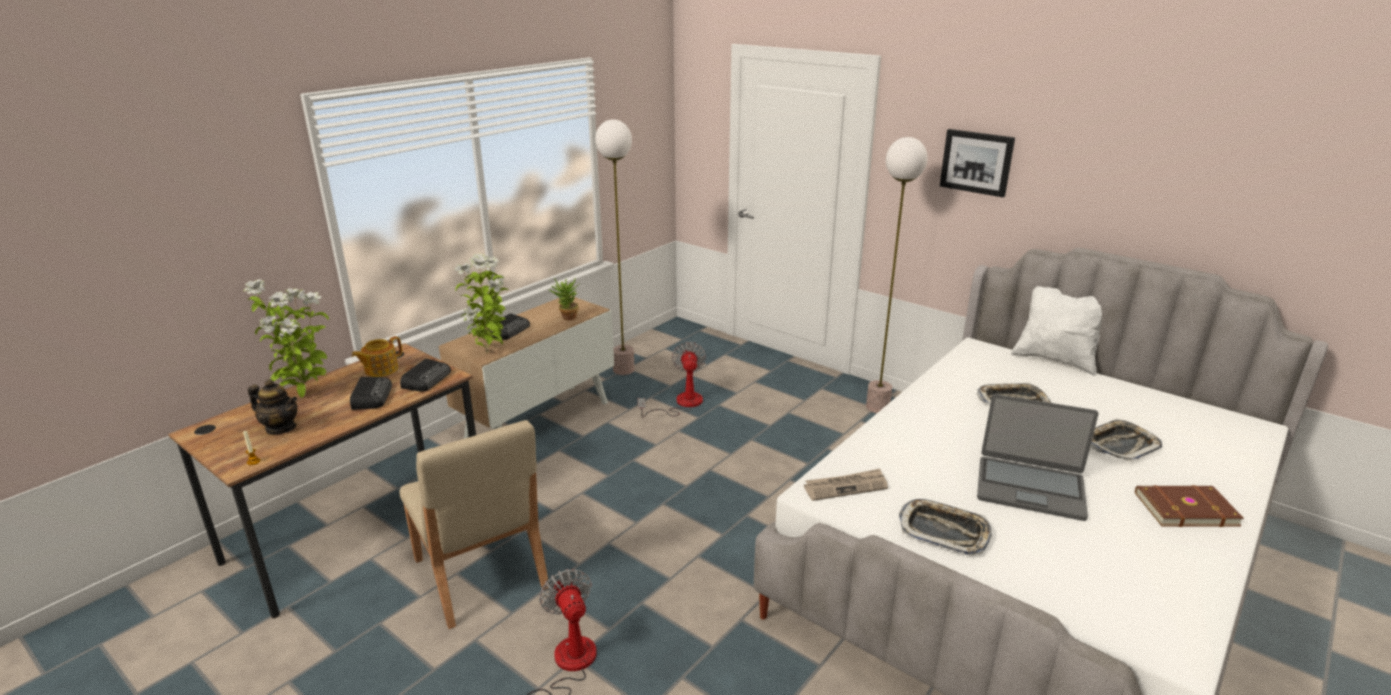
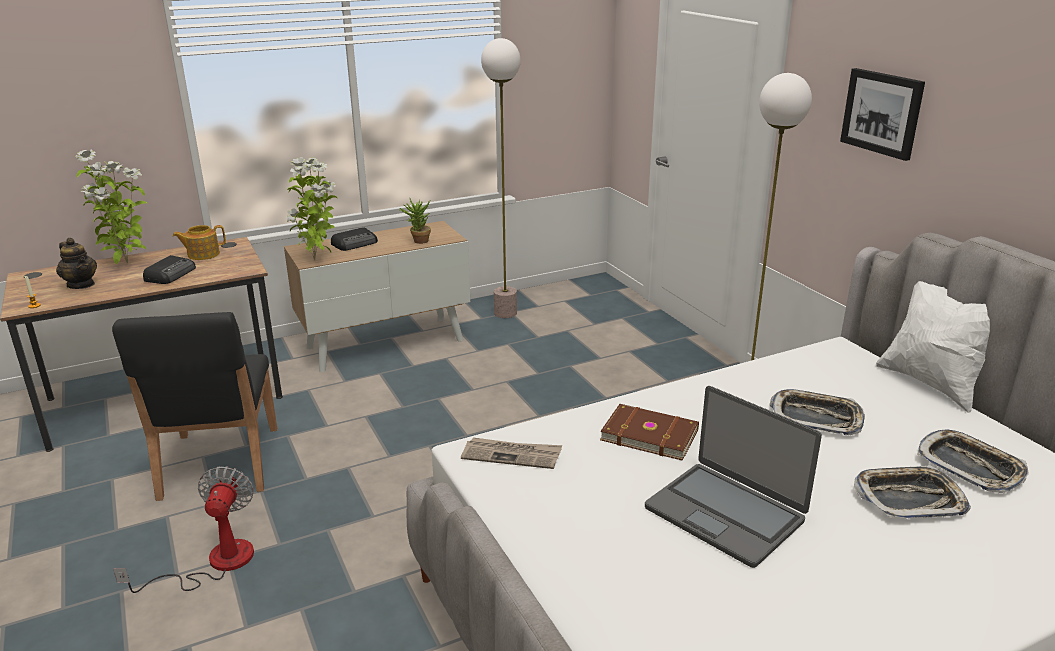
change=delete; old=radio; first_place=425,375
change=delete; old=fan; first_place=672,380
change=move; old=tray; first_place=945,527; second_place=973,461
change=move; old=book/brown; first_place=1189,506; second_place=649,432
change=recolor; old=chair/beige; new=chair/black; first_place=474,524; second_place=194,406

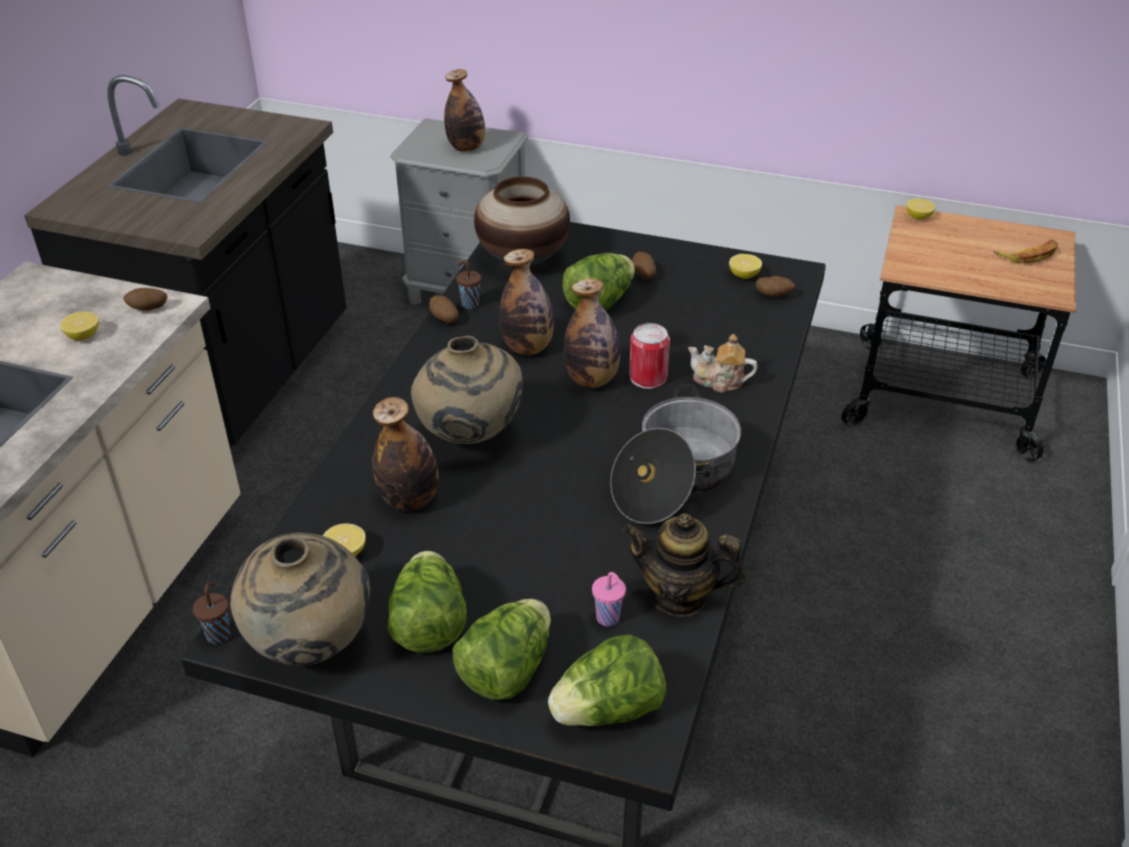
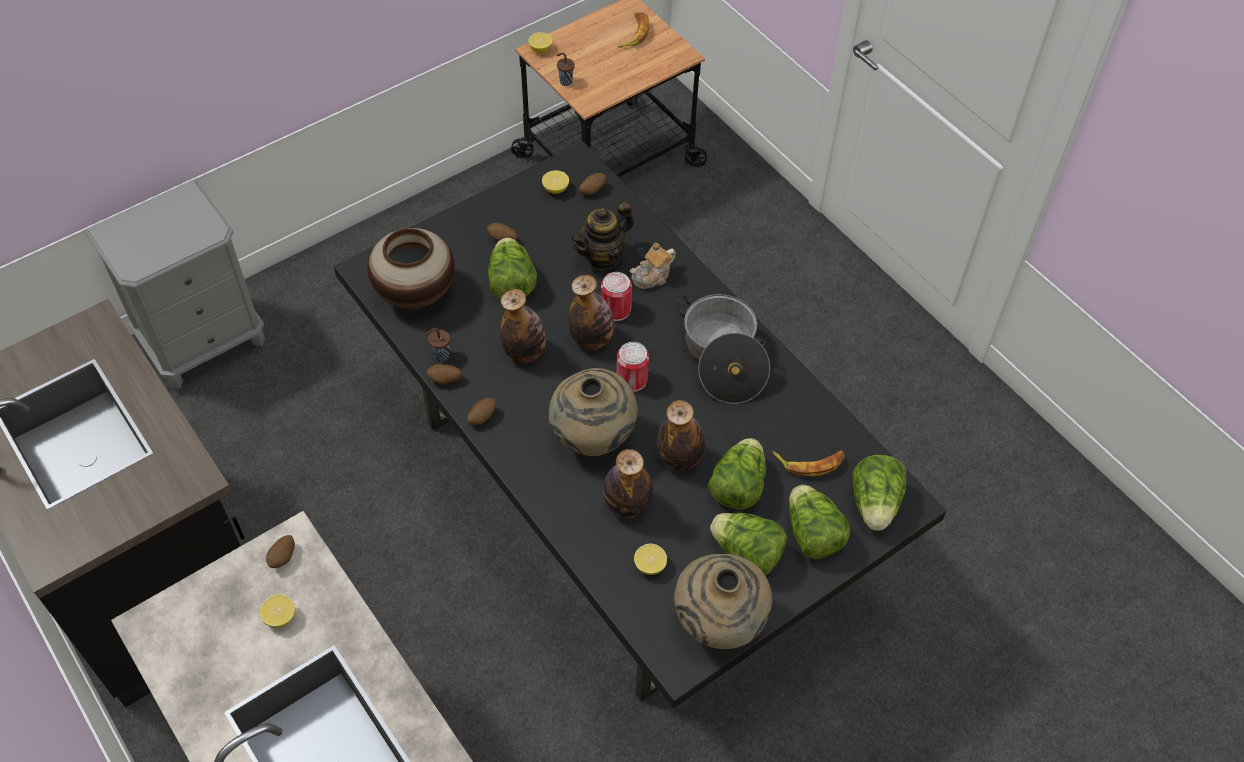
change=insert; new=potato; second_place=481,411
change=insert; new=can; second_place=633,367
change=insert; new=lettuce; second_place=737,473
change=move; old=cup/brown; first_place=211,613; second_place=566,69
change=move; old=bottle; first_place=464,110; second_place=681,435
change=move; old=teapot; first_place=684,565; second_place=602,236
change=replace; old=cup/pink; new=banana; first_place=609,599; second_place=809,463

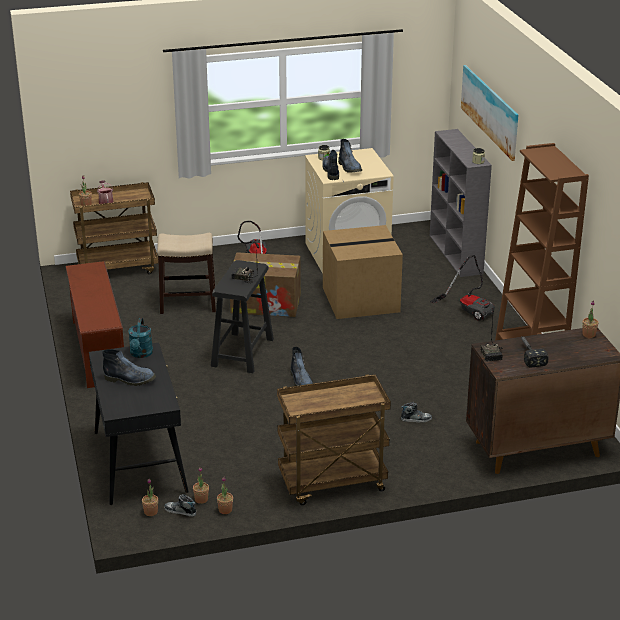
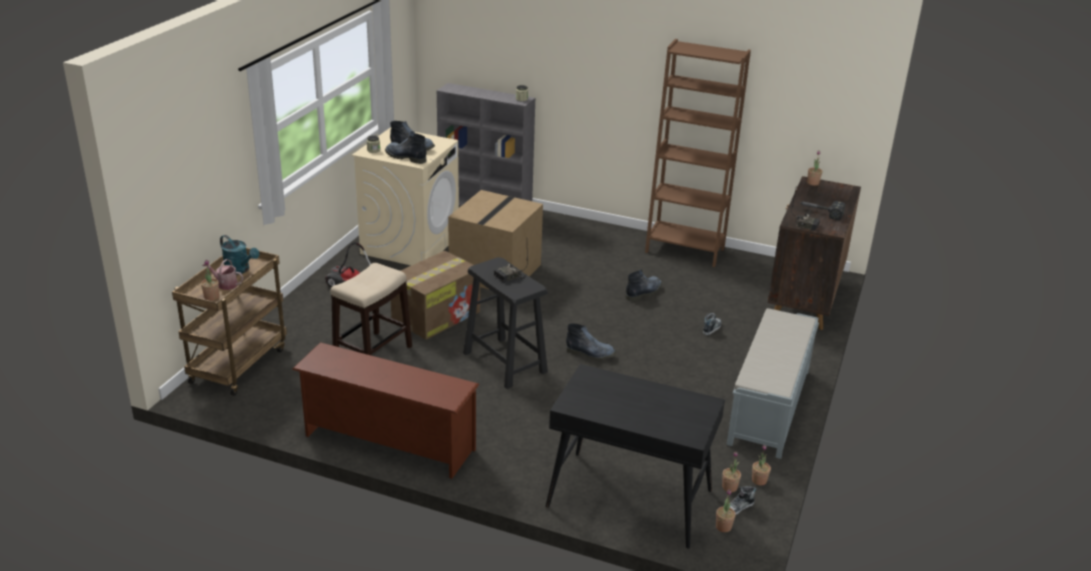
change=delete; old=vacuum cleaner; first_place=462,288
change=delete; old=picture; first_place=490,113
change=move; old=boot; first_place=129,367; second_place=643,285
change=move; old=watering can/turquoise; first_place=140,338; second_place=239,255
change=replace; old=cart/brown; new=bench/grey; first_place=334,439; second_place=773,383

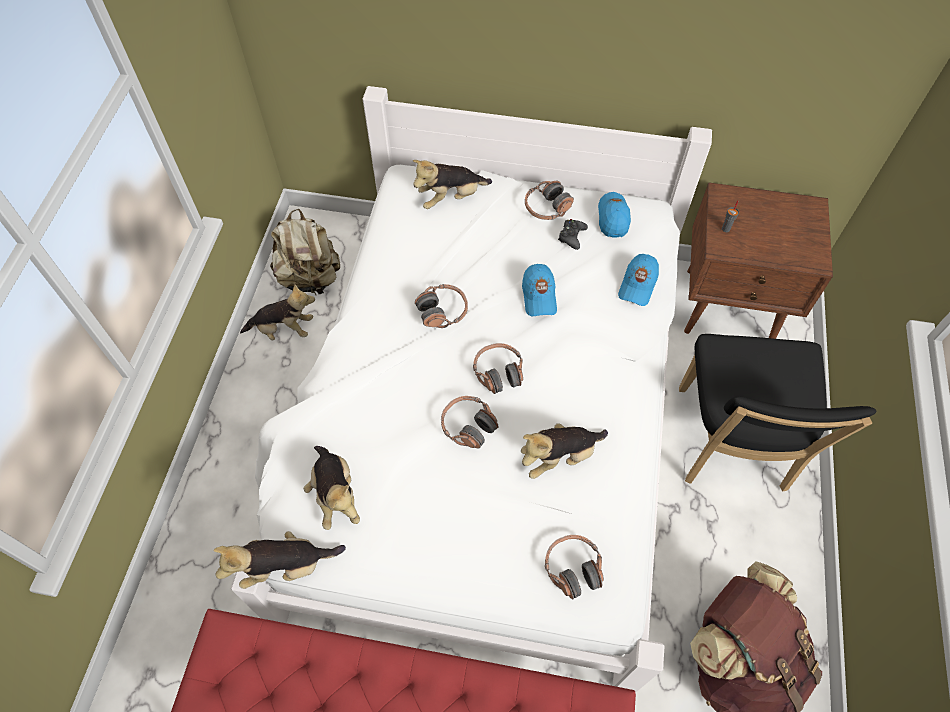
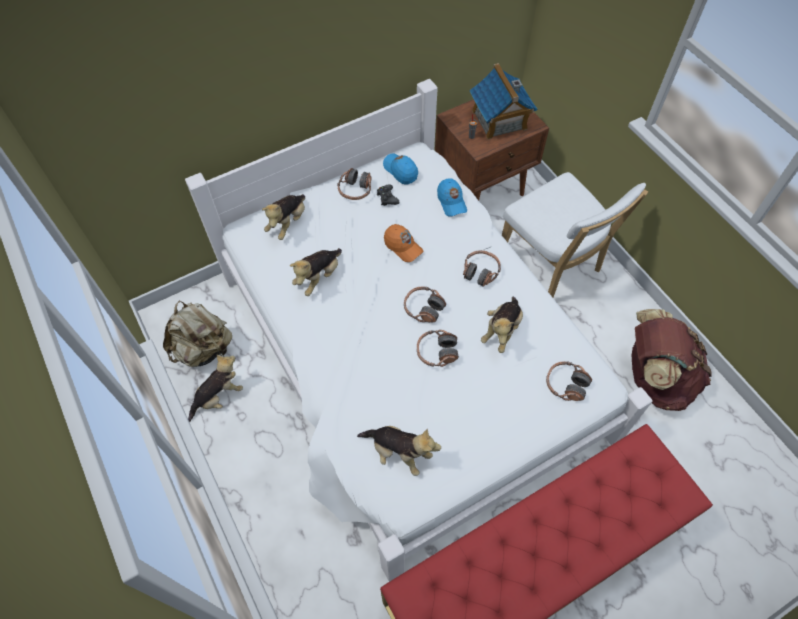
change=insert; new=toy house; second_place=503,101
change=move; old=plush toy; first_place=280,560; second_place=316,272
change=move; old=headphones; first_place=441,306; second_place=482,268
change=recolor; old=cap/blue; new=cap/orange; first_place=539,290; second_place=404,243
change=recolor; old=chair/black; new=chair/white; first_place=777,413; second_place=575,234

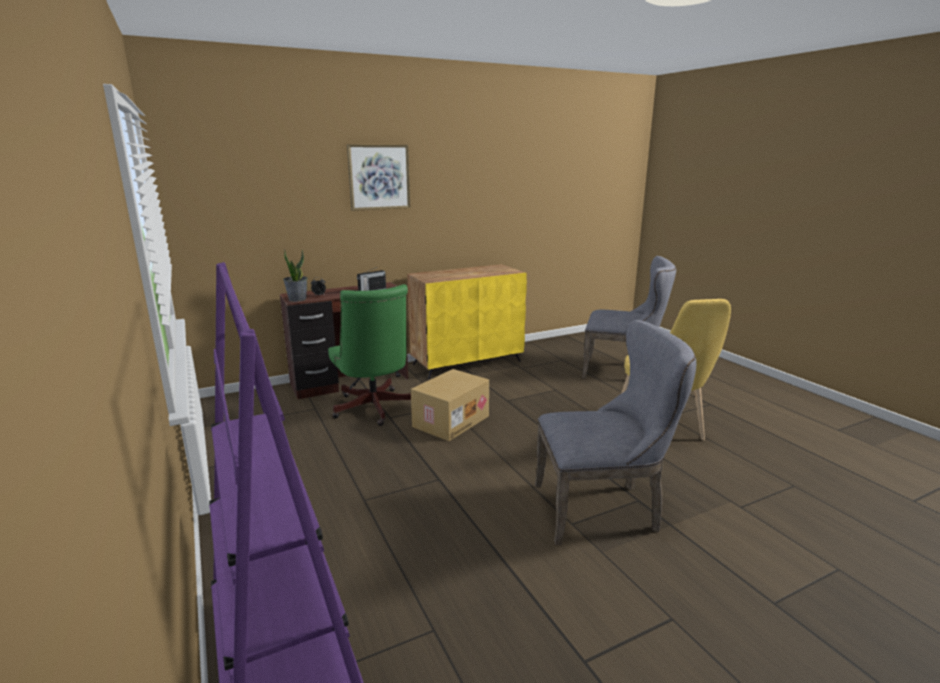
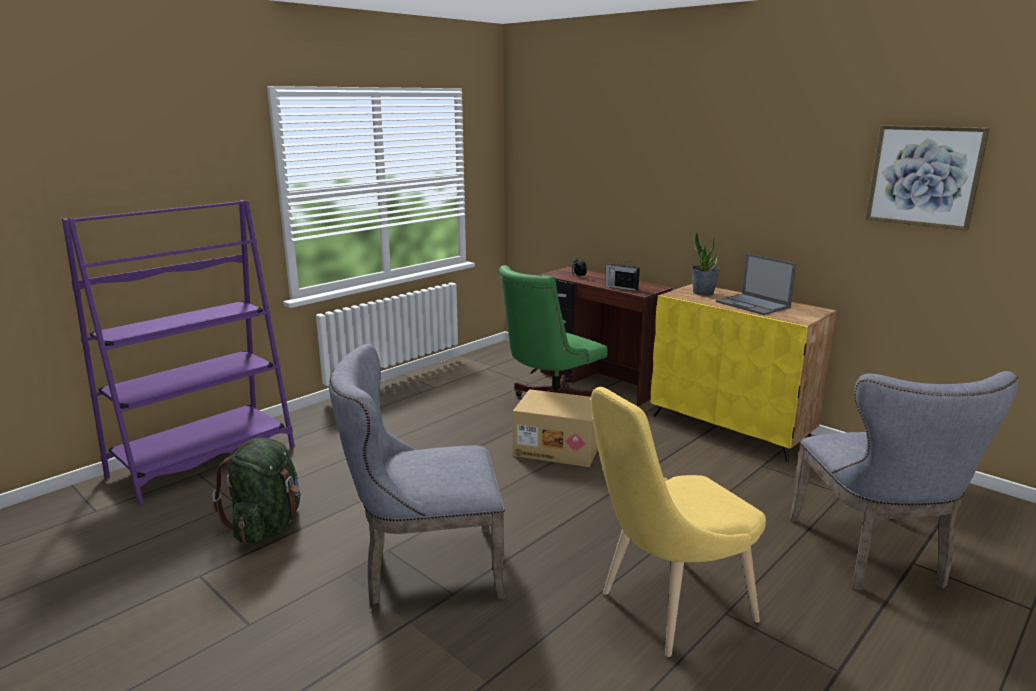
change=insert; new=backpack/green; second_place=256,491
change=insert; new=laptop; second_place=756,284
change=move; old=potted plant; first_place=295,275; second_place=705,263
change=move; old=picture; first_place=378,178; second_place=927,178
change=rotate; old=chair/grey; first_place=615,432; second_place=417,474; degrees=105

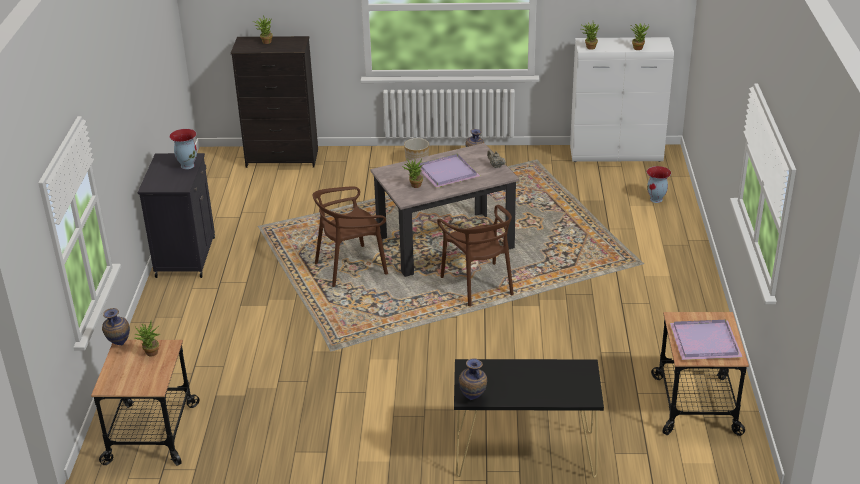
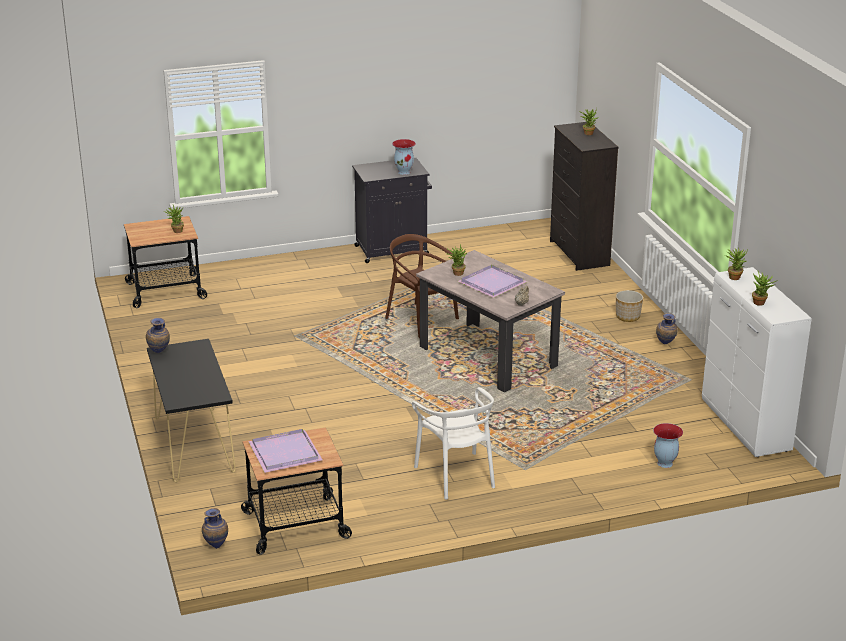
change=delete; old=chair/brown; first_place=475,256
change=insert; new=chair/white; second_place=453,443
change=move; old=vase; first_place=116,327; second_place=215,528

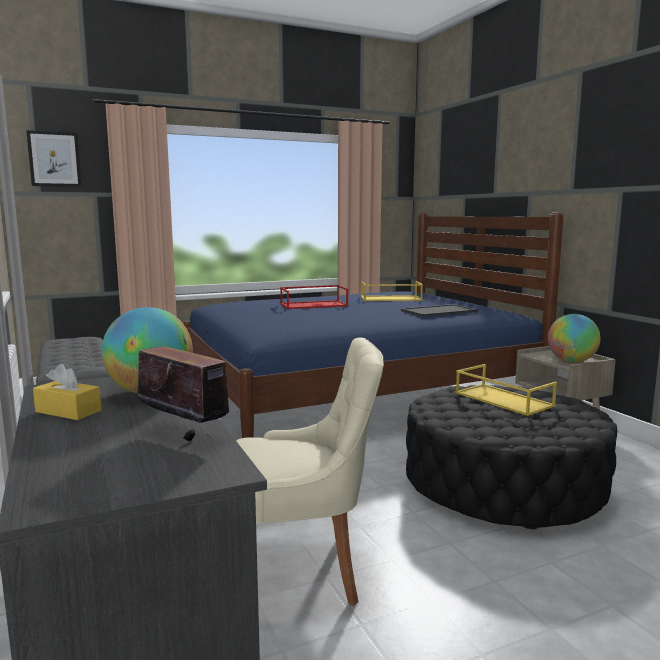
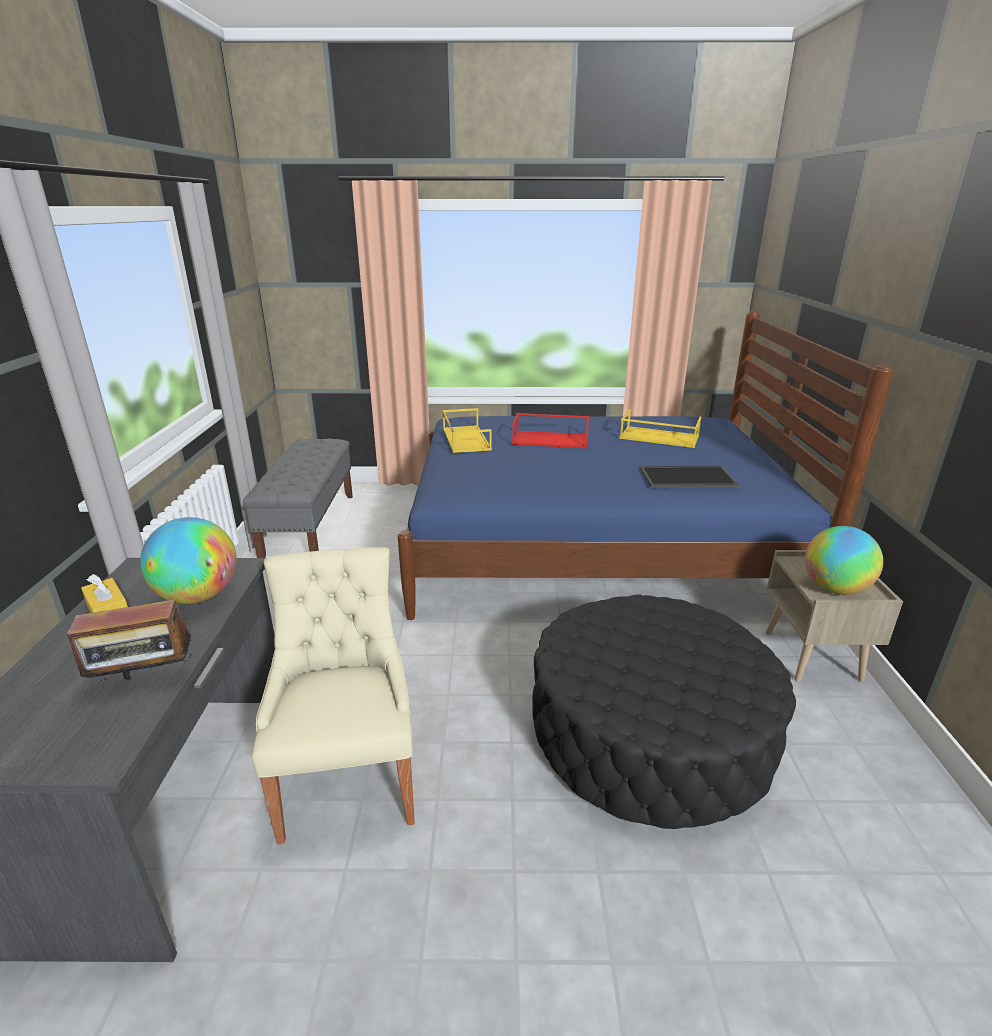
change=delete; old=picture; first_place=54,158
change=move; old=tray/yellow; first_place=506,390; second_place=467,430
change=rotate; old=radio; first_place=182,386; second_place=129,640; degrees=105
change=rotate; old=chair/beige; first_place=310,472; second_place=333,696; degrees=-120

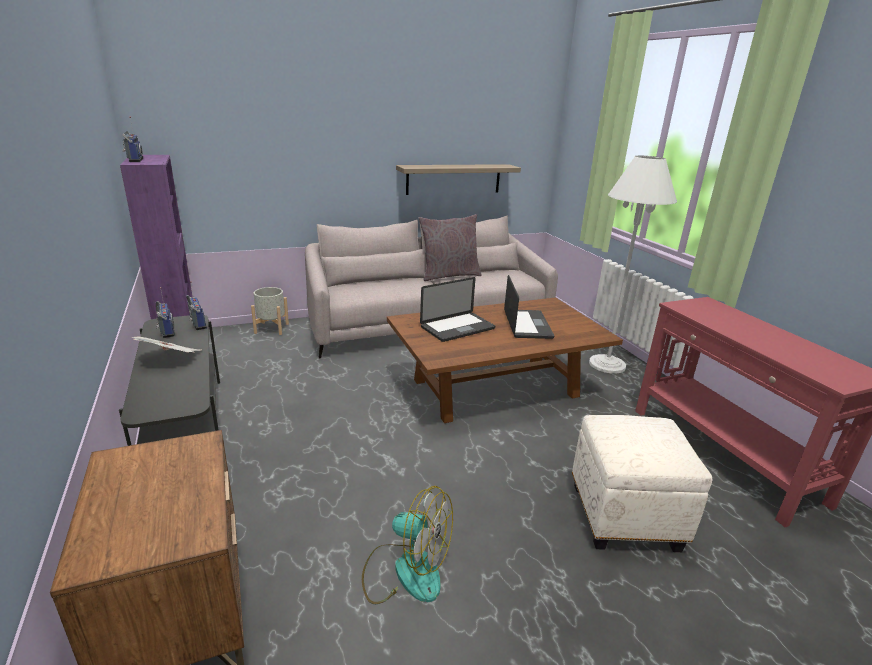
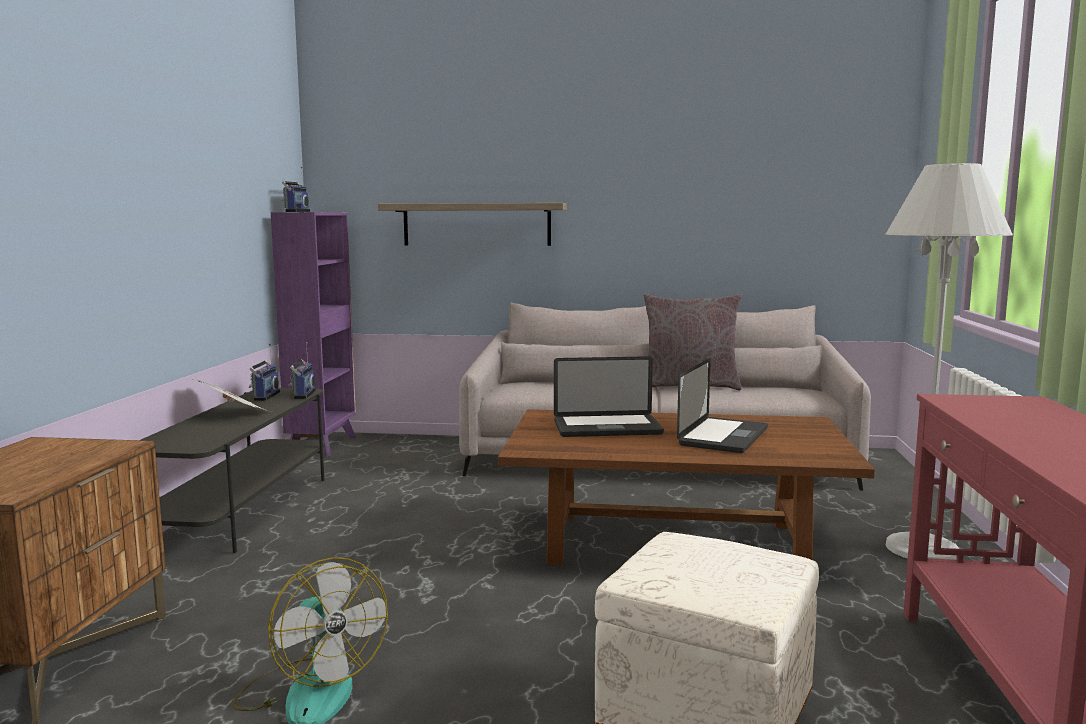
change=delete; old=planter/grey; first_place=270,311
change=move; old=shelf; first_place=458,179; second_place=472,224

